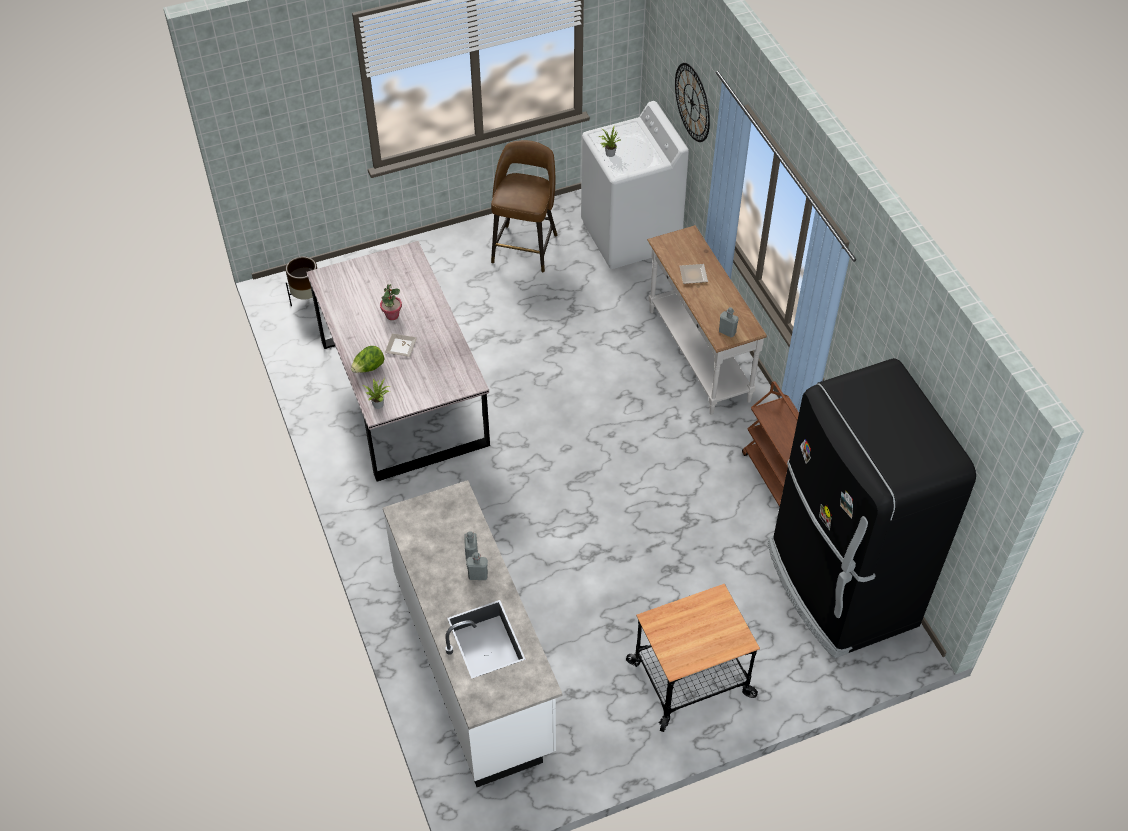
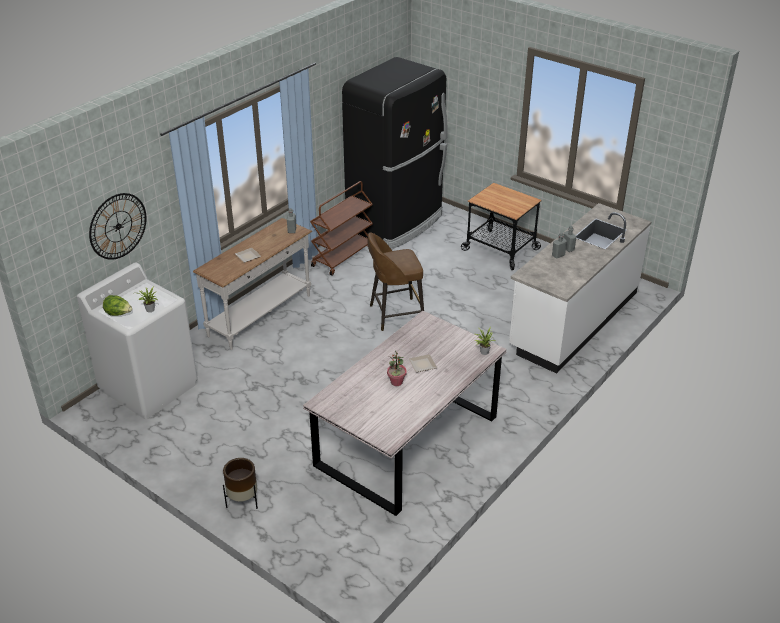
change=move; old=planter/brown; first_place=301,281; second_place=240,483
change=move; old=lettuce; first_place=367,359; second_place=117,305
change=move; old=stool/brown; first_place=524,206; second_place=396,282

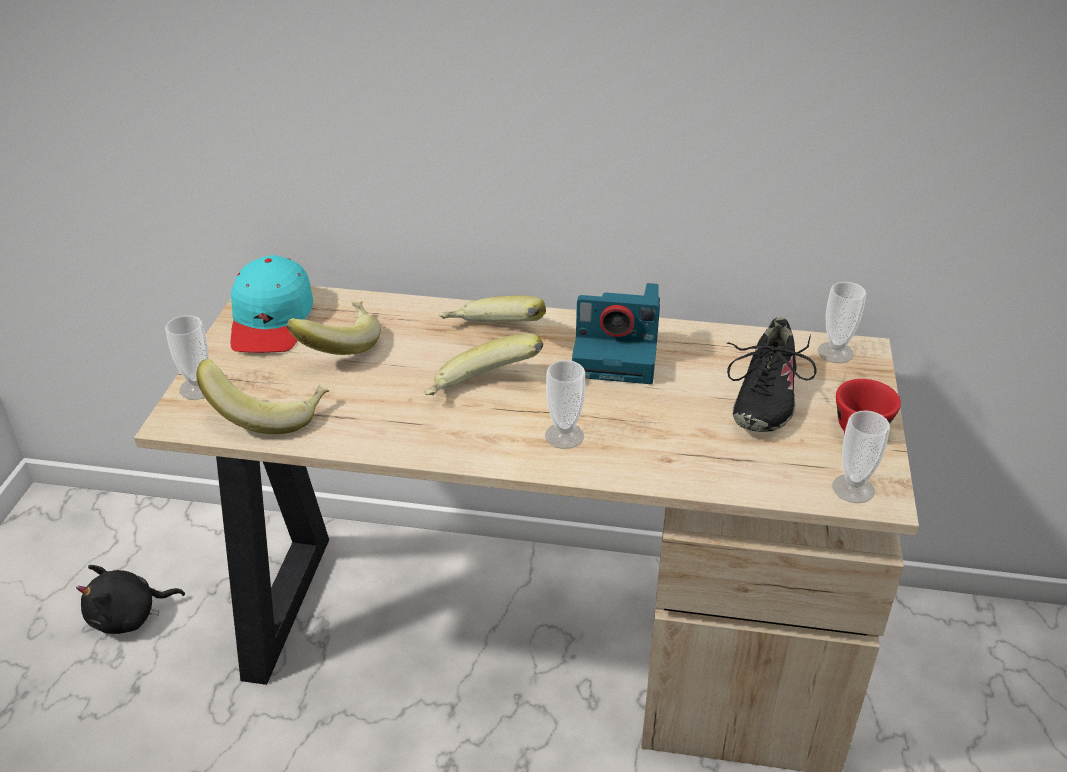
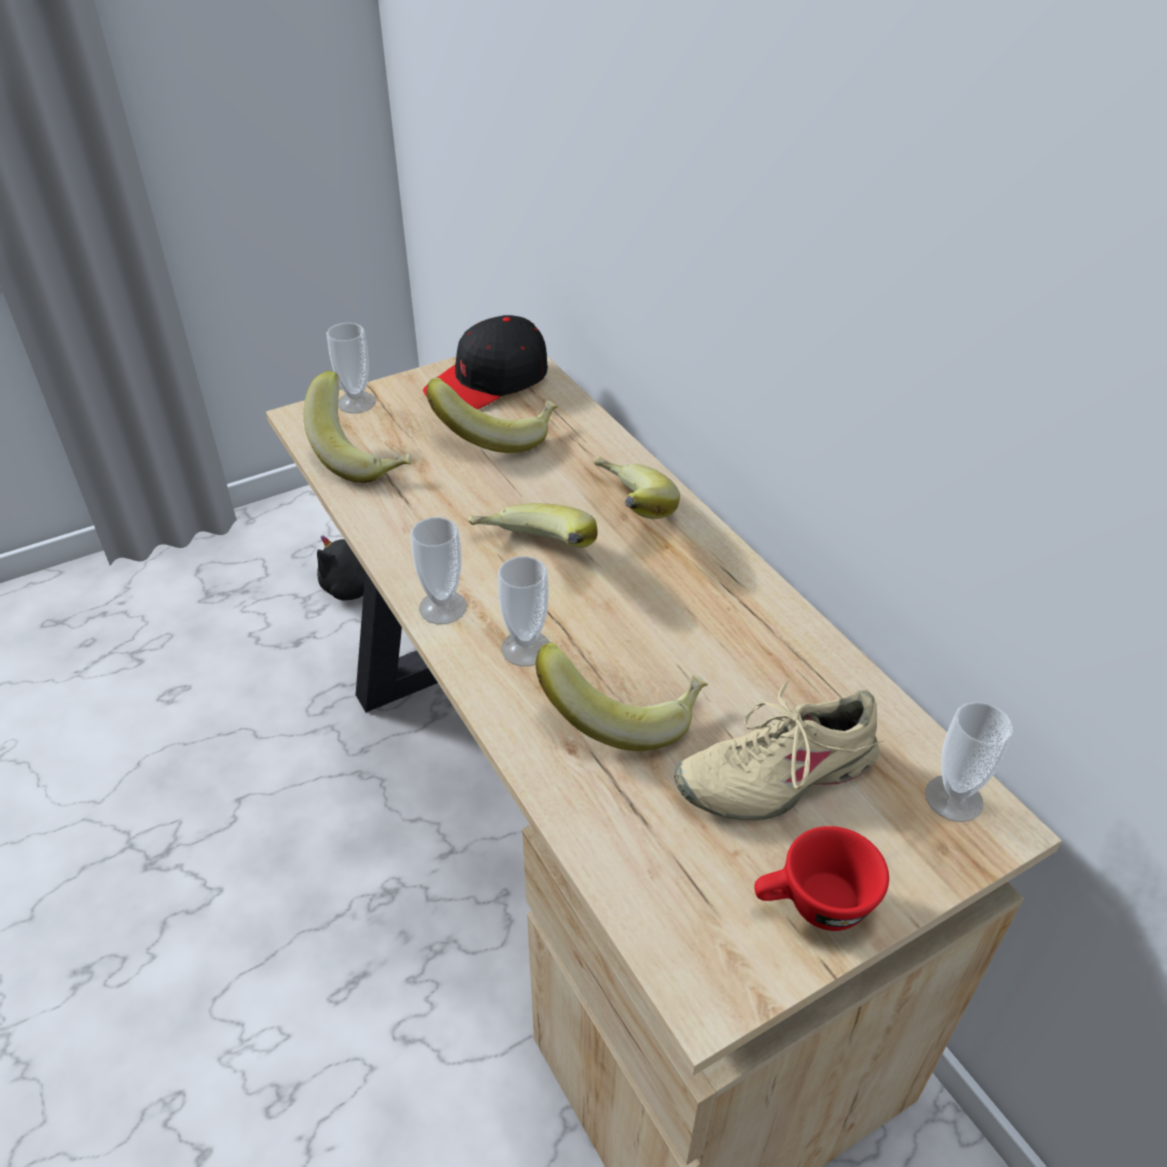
change=delete; old=photo camera; first_place=616,333
change=insert; new=banana; second_place=621,696
change=move; old=cup; first_place=861,456; second_place=439,570
change=recolor; old=cap/turquoise; new=cap/black; first_place=272,304; second_place=485,362
change=recolor; old=shoe/black; new=shoe/beige; first_place=771,374; second_place=778,749

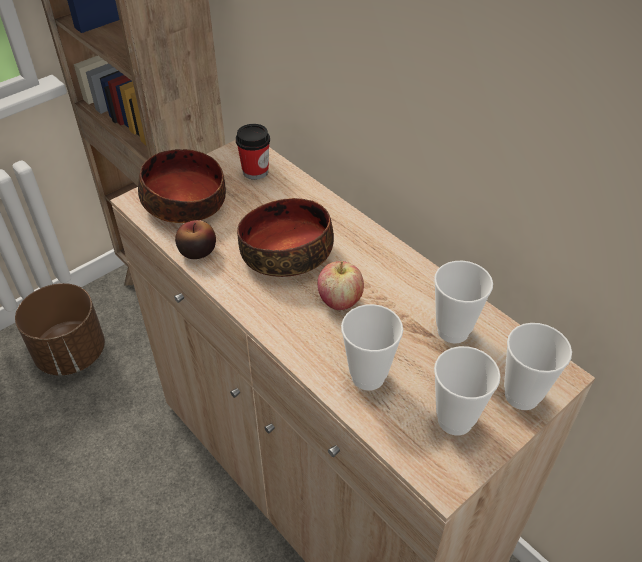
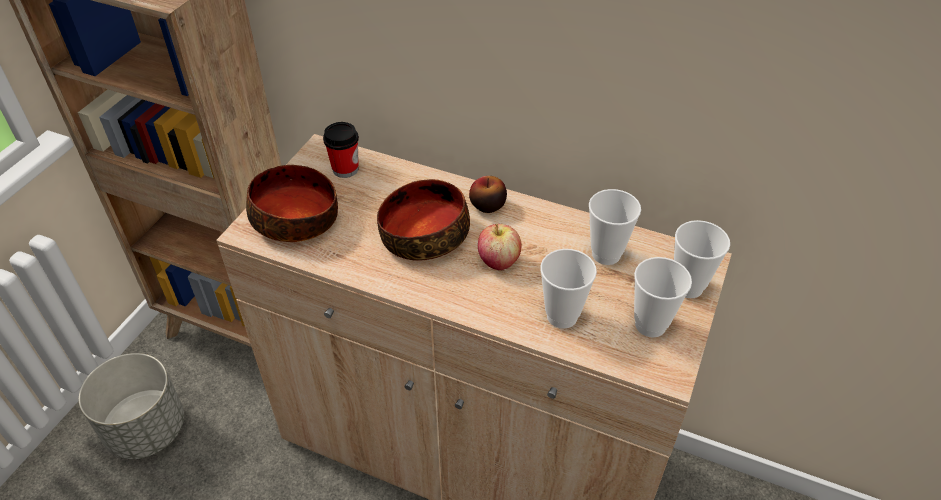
change=move; old=apple; first_place=195,239; second_place=488,194
change=recolor; old=planter/brown; new=planter/grey; first_place=60,329; second_place=131,406

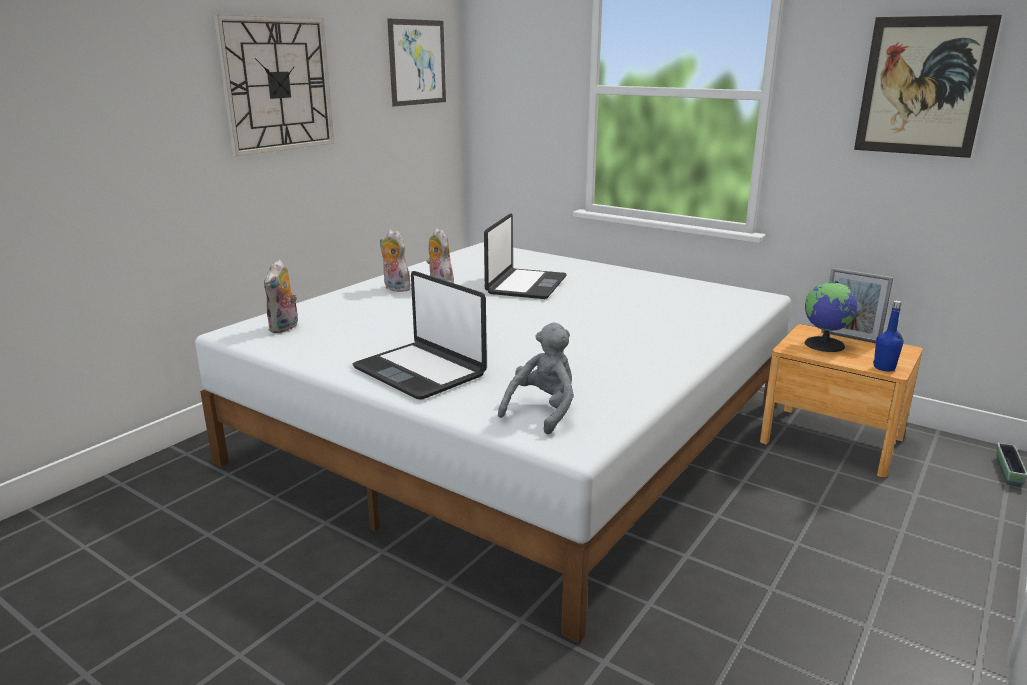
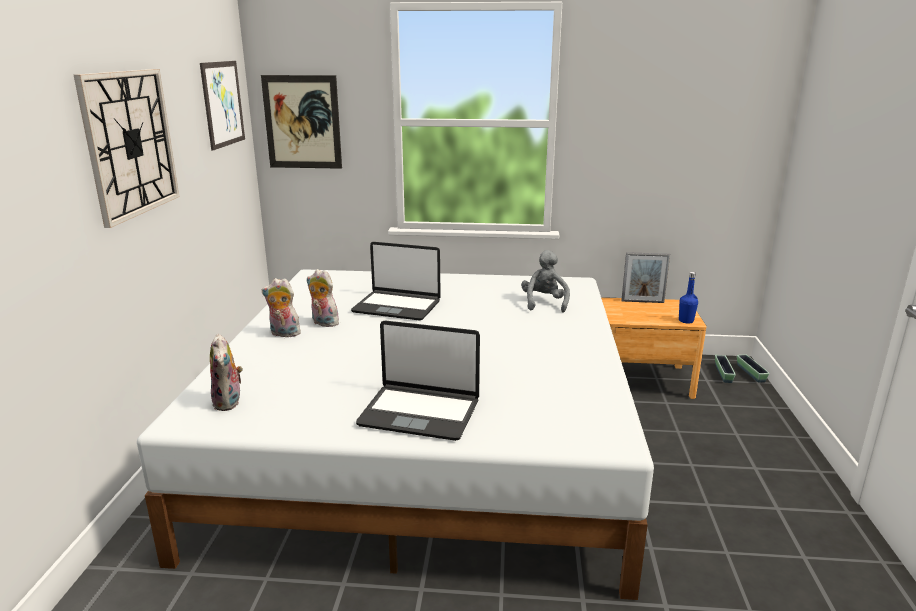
change=delete; old=globe; first_place=831,316
change=insert; new=planter; second_place=725,369
change=move; old=plush toy/grey; first_place=536,378; second_place=545,281
change=move; old=picture; first_place=928,86; second_place=301,122
change=rotate; old=laptop; first_place=525,256; second_place=396,281; degrees=120

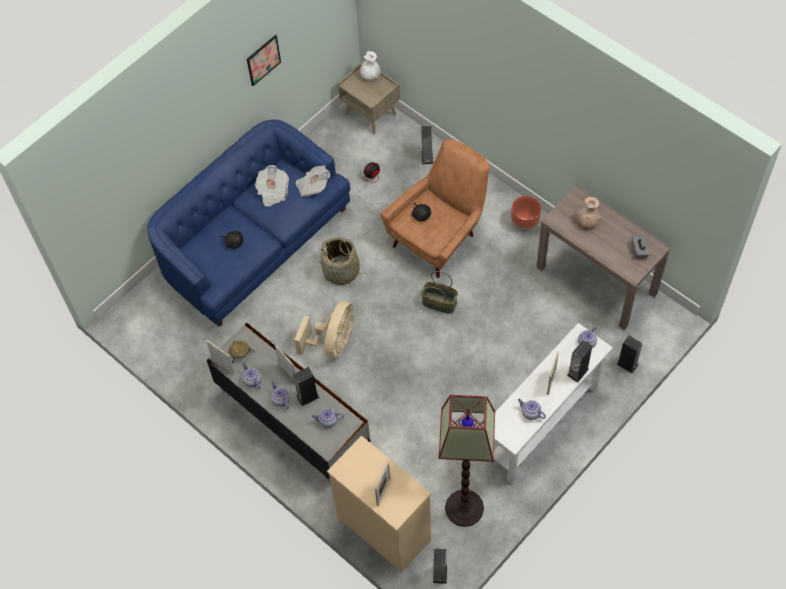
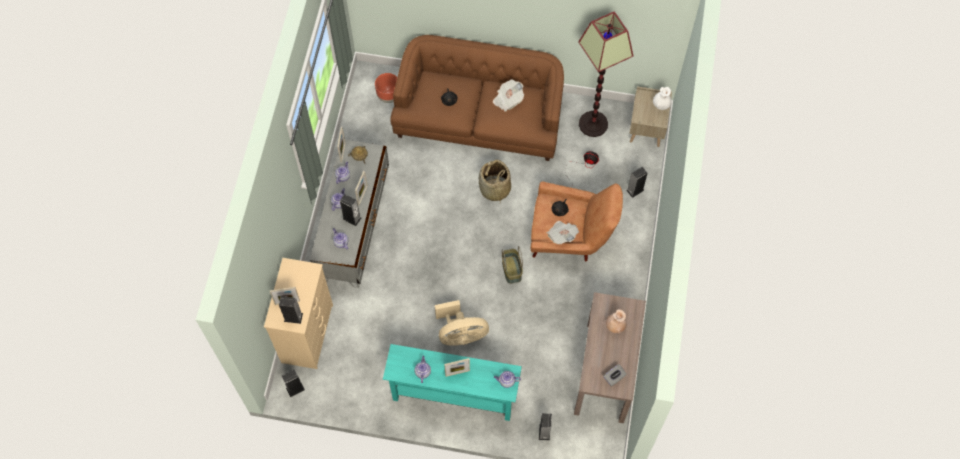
change=delete; old=picture; first_place=264,60
change=move; old=fan/beige; first_place=324,329; second_place=462,323
change=move; old=newspaper; first_place=313,181; second_place=563,232
change=move; old=floor lamp; first_place=466,461; second_place=606,74
change=move; old=planter/brown; first_place=526,214; second_place=386,88
change=move; old=speaker; first_place=579,361; second_place=291,310
change=recolor; old=sofa/blue; new=sofa/brown; first_place=249,223; second_place=477,98
change=recolor; old=console table/white; new=console table/turquoise; first_place=548,403; second_place=452,382

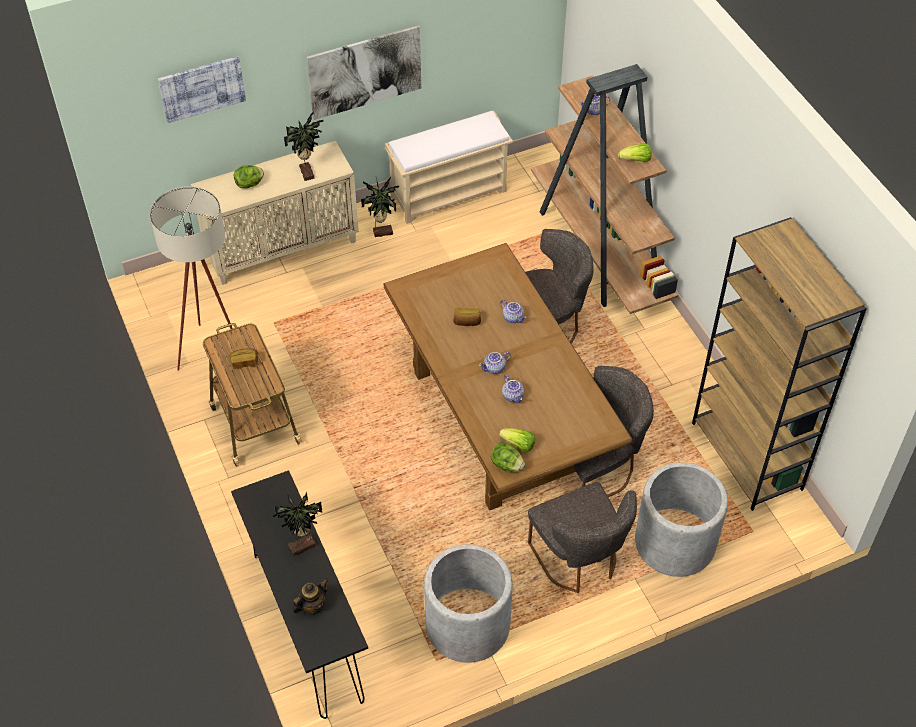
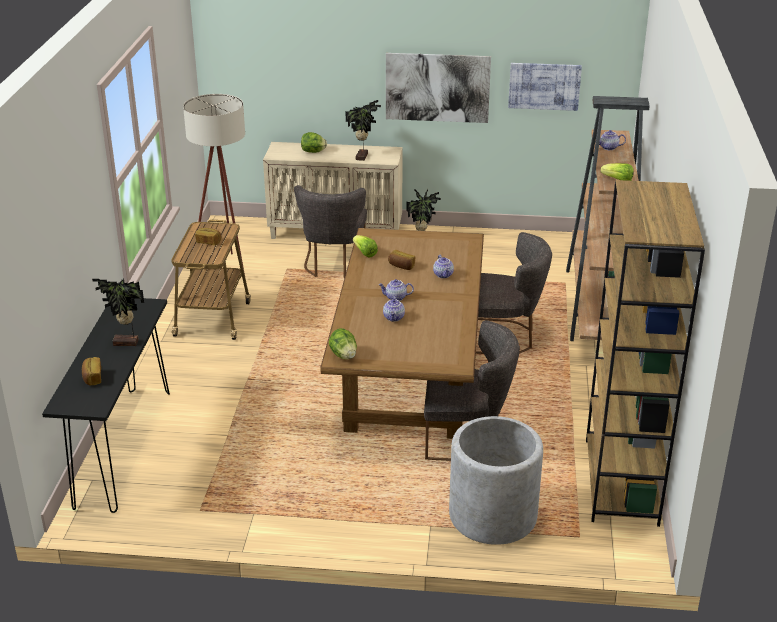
change=delete; old=bench/beige; first_place=449,167
change=delete; old=planter/grey; first_place=468,603
change=move; old=picture; first_place=202,89; second_place=545,87
change=move; old=lettuce; first_place=517,440; second_place=365,246
change=move; old=chair/grey; first_place=582,537; second_place=330,231
change=replace; old=teapot; new=bread; first_place=310,596; second_place=91,371

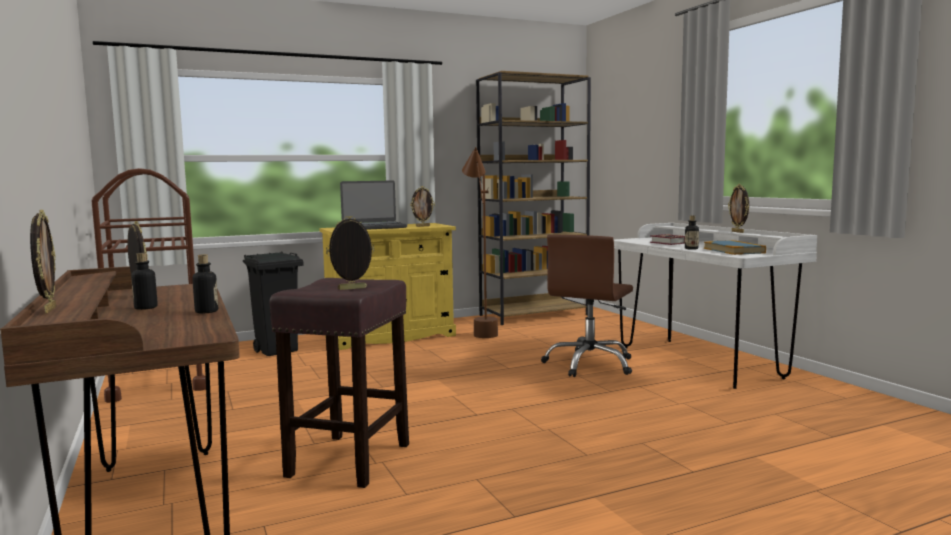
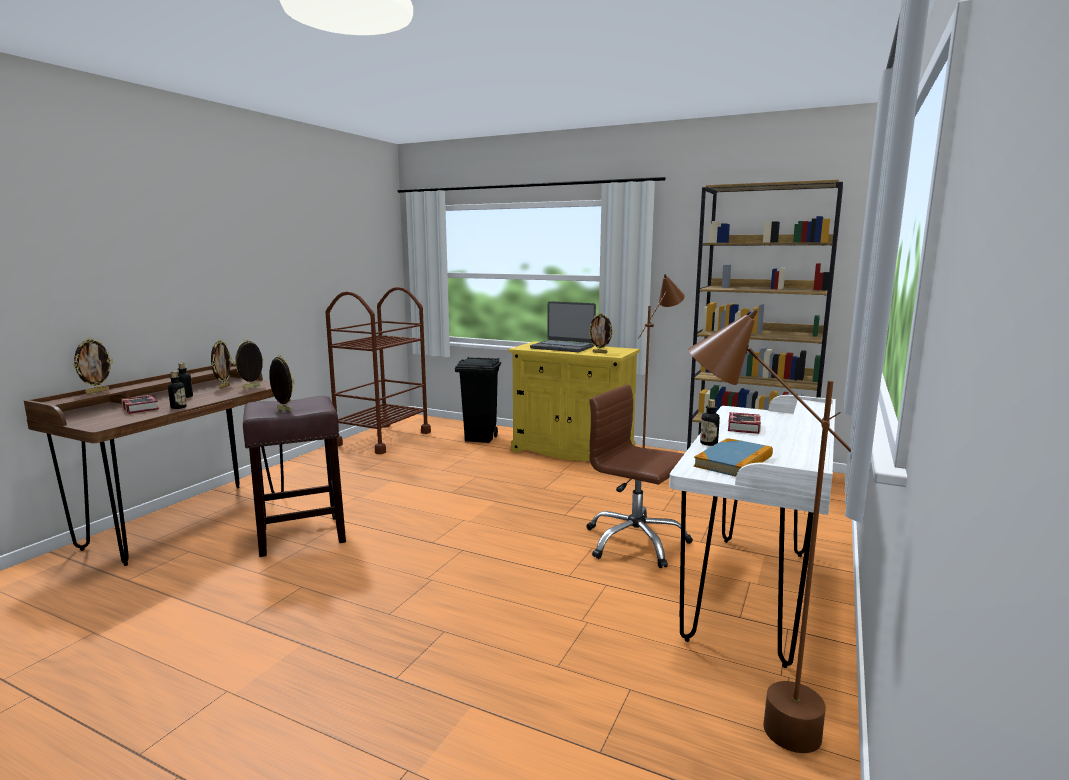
change=insert; new=book; second_place=140,404
change=insert; new=floor lamp/brown; second_place=769,531
change=move; old=picture frame; first_place=738,208; second_place=248,364
change=rotate; old=office chair/brown; first_place=587,306; second_place=639,476; degrees=45

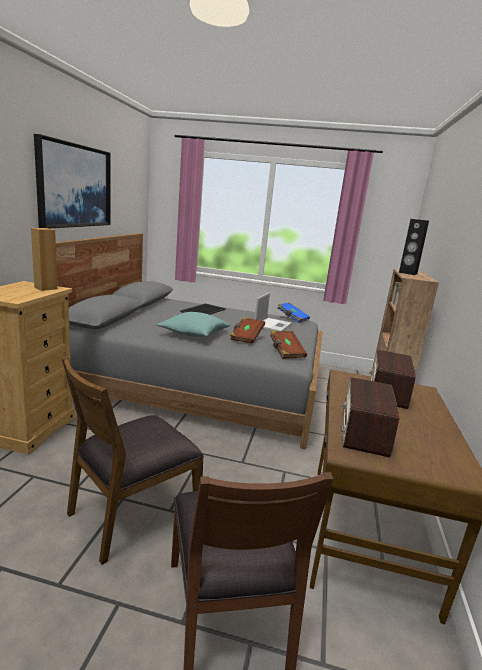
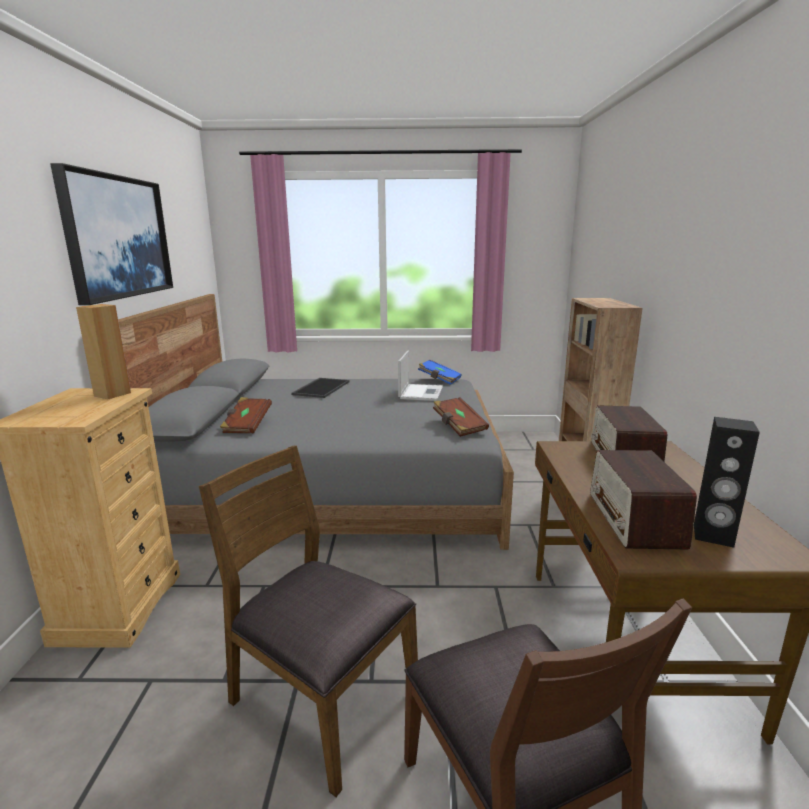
change=delete; old=pillow/turquoise; first_place=193,324
change=move; old=book/brown; first_place=247,330; second_place=246,415
change=move; old=speaker/black; first_place=414,247; second_place=727,482
change=rotate; old=chair/brown; first_place=133,460; second_place=308,621; degrees=90

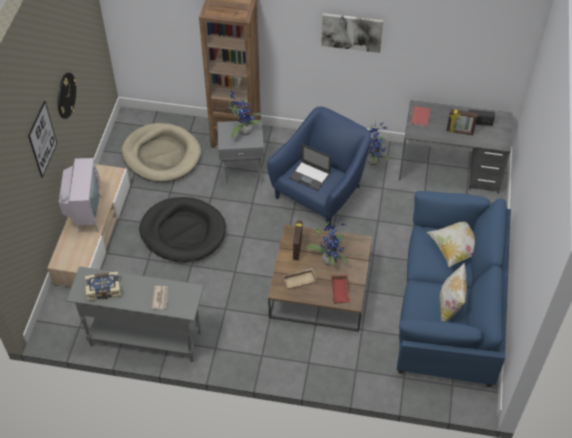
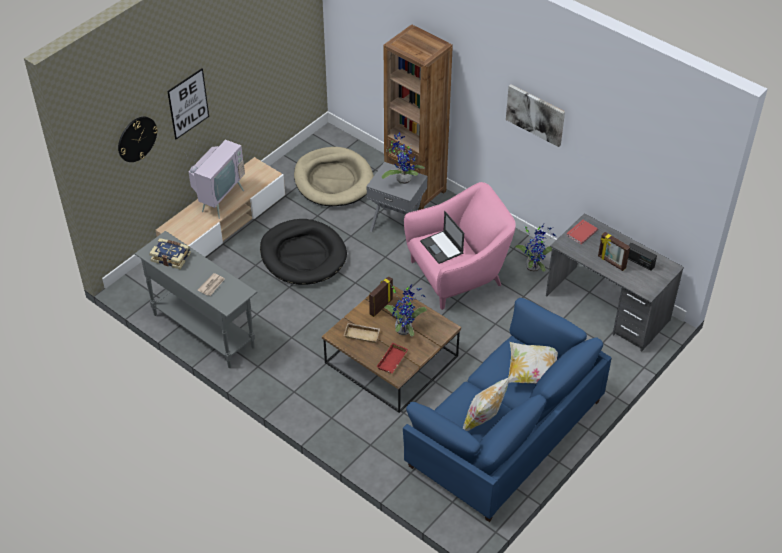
change=move; old=wall clock; first_place=67,96; second_place=138,139
change=recolor; old=armchair/blue; new=armchair/pink; first_place=319,167; second_place=460,246

